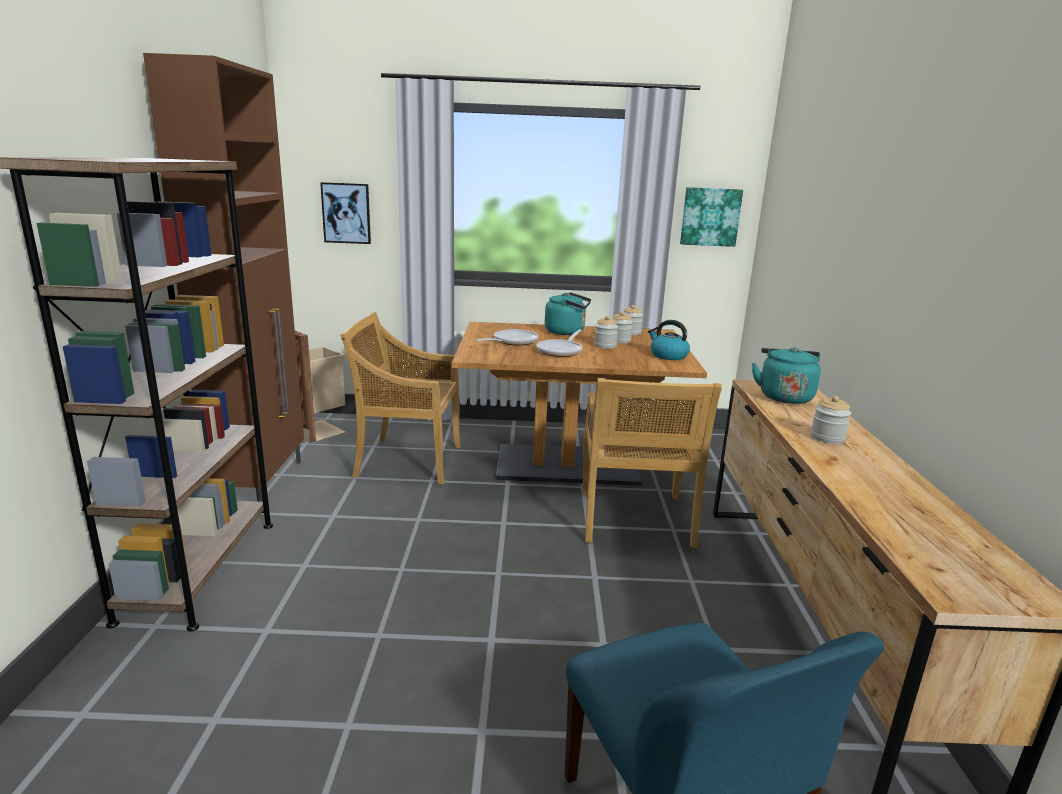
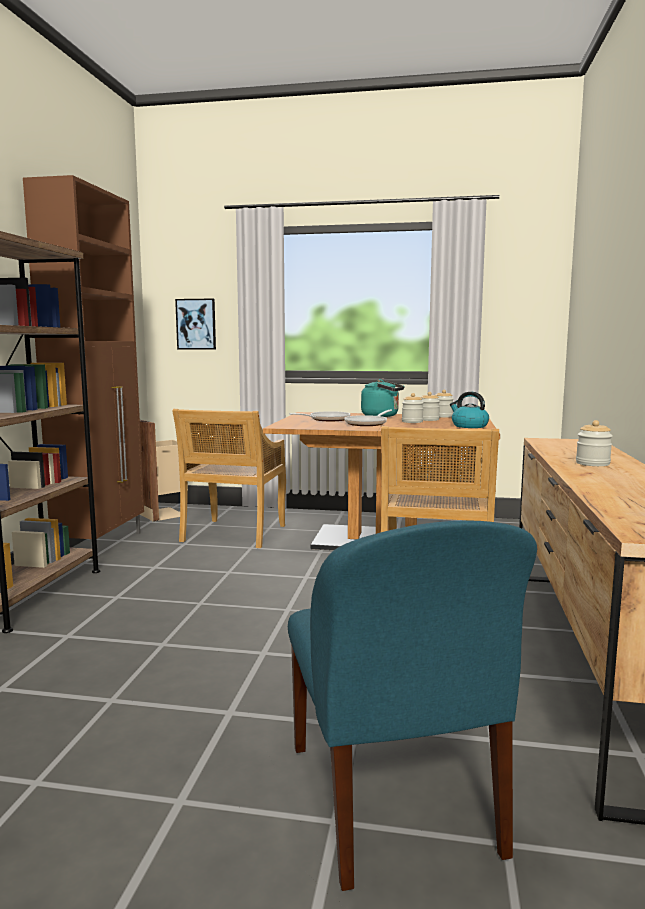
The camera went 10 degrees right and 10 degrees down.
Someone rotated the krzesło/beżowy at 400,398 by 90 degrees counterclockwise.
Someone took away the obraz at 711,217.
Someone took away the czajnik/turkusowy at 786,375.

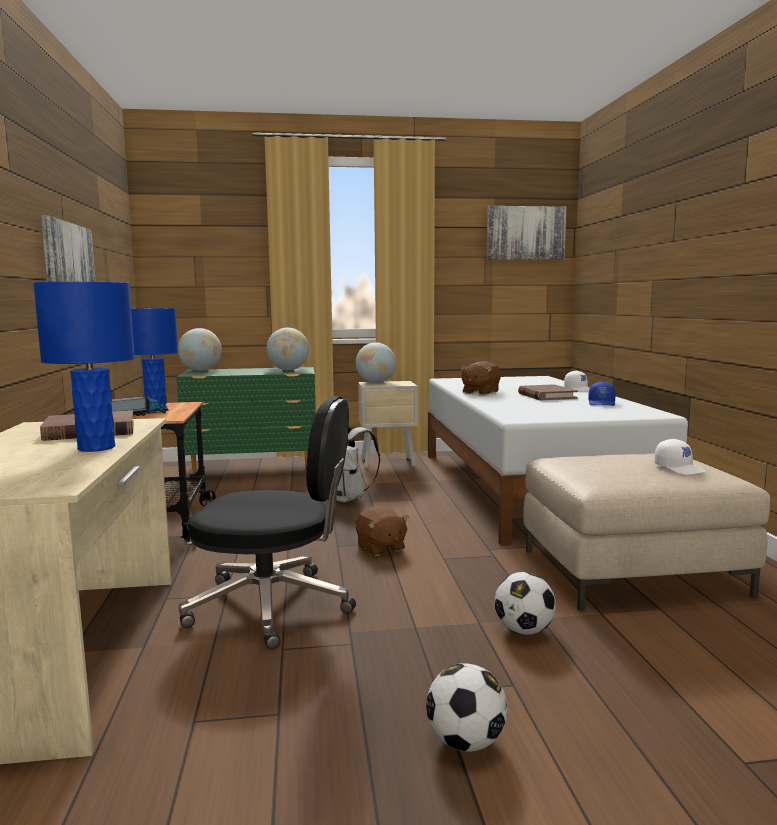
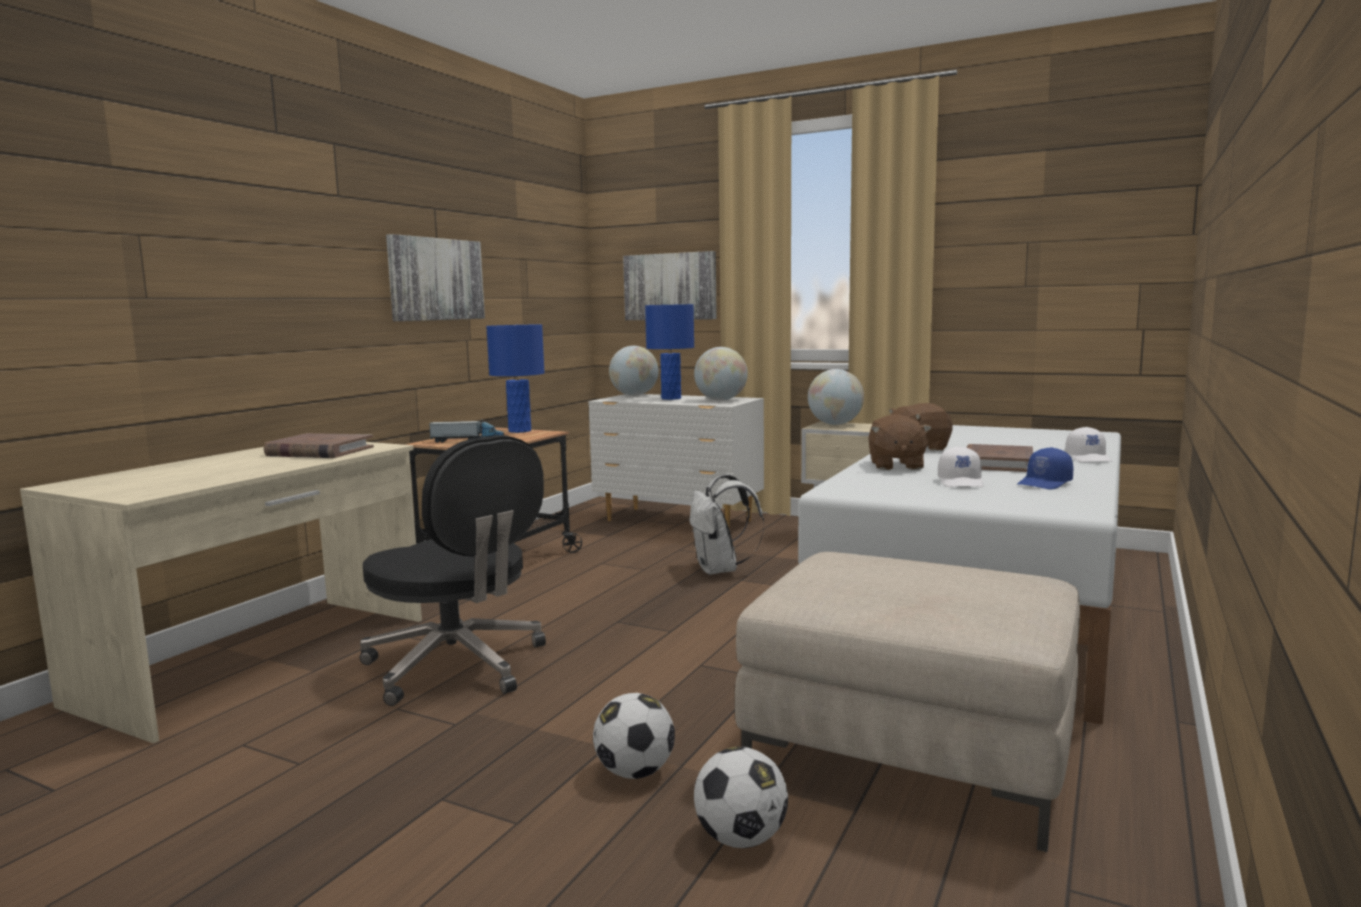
The camera went 35 degrees right and 0 degrees up.
Someone repainted the komoda/zielony at 246,420, which became the komoda/biały at 676,462.
Someone carried the obraz from 526,233 to 670,285.
Someone carried the lampa stołowa/niebieski from 84,367 to 669,352.
Someone carried the piłka futbolowa from 466,707 to 741,797.
Someone carried the pluszak/brązowy from 382,531 to 900,442.
Someone carried the czapka z daszkiem/biały from 680,457 to 961,466.

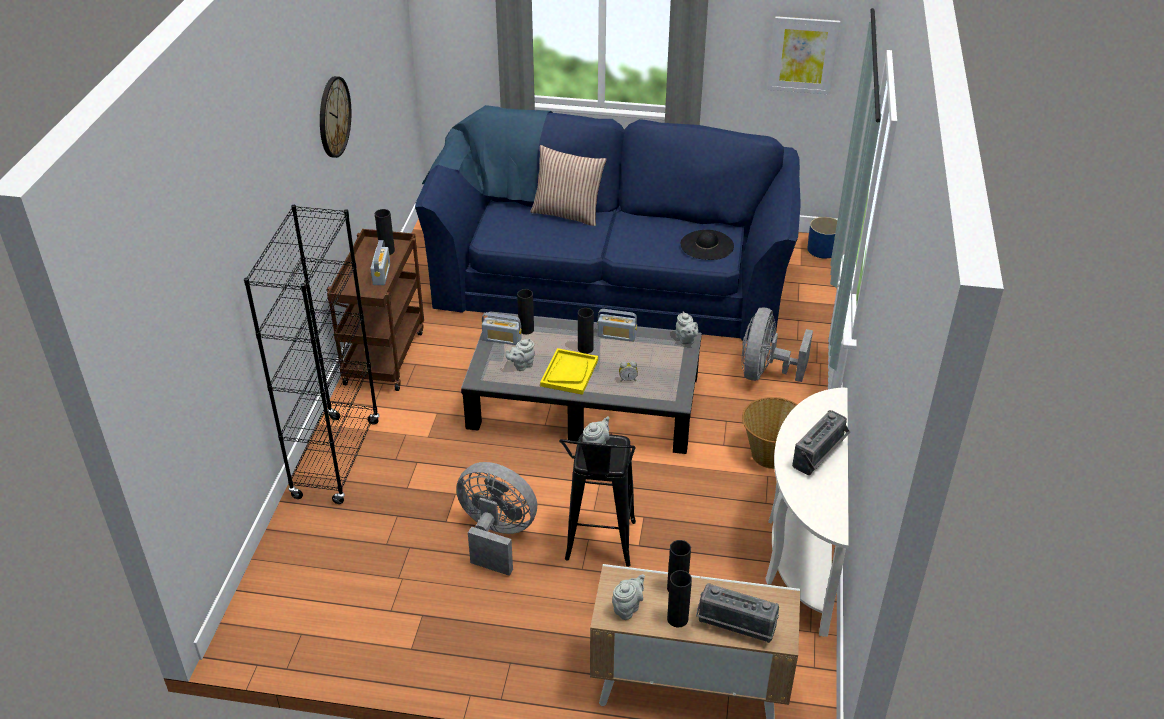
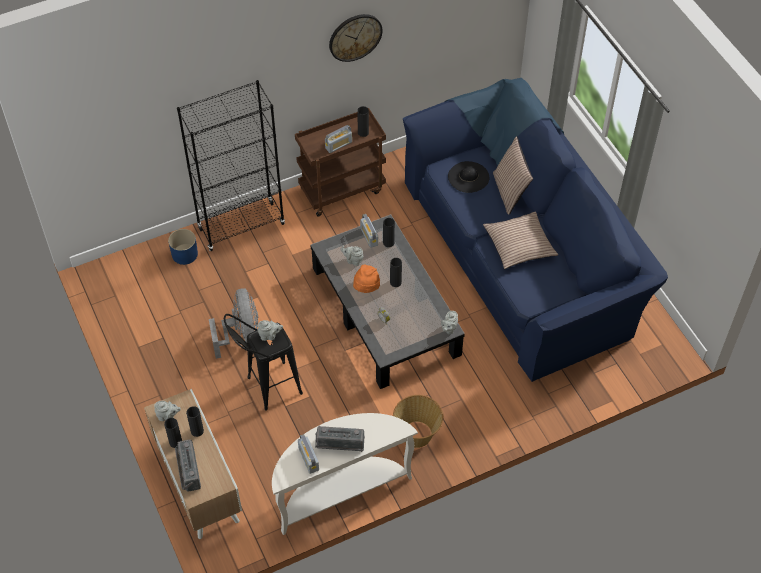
The camera went 55 degrees right and 15 degrees up.
Someone carried the donica/niebieski from 822,238 to 183,247.
Someone carried the radio from 617,325 to 308,454.
Someone swapped the taca/żółty at 569,371 for the kapelusz/pomarańczowy at 366,279.
Someone carried the kapelusz/czarny from 707,245 to 468,177.
Someone put down the poduszka at 520,240.
Someone took away the wentylator/szary at 777,345.
Someone took away the obraz at 804,55.

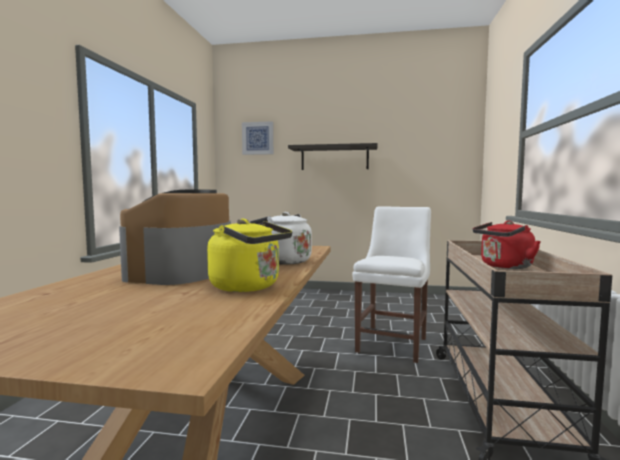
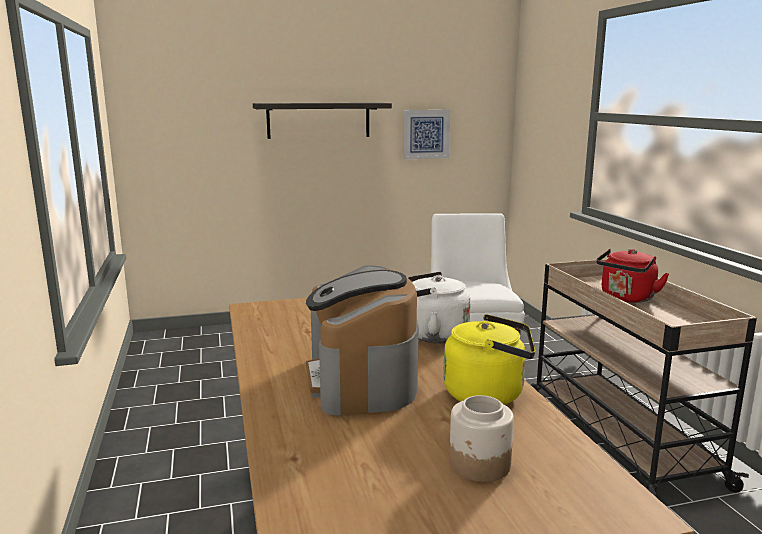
The camera went 25 degrees left and 10 degrees up.
Someone carried the obraz from 257,138 to 426,134.
Someone put down the słoik at 481,438.

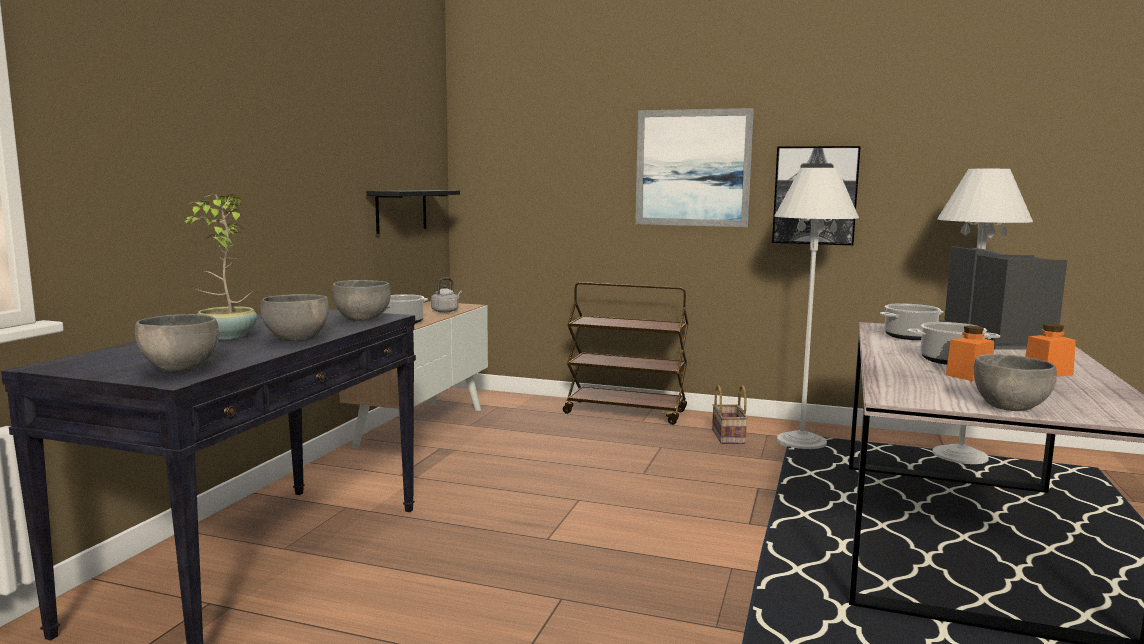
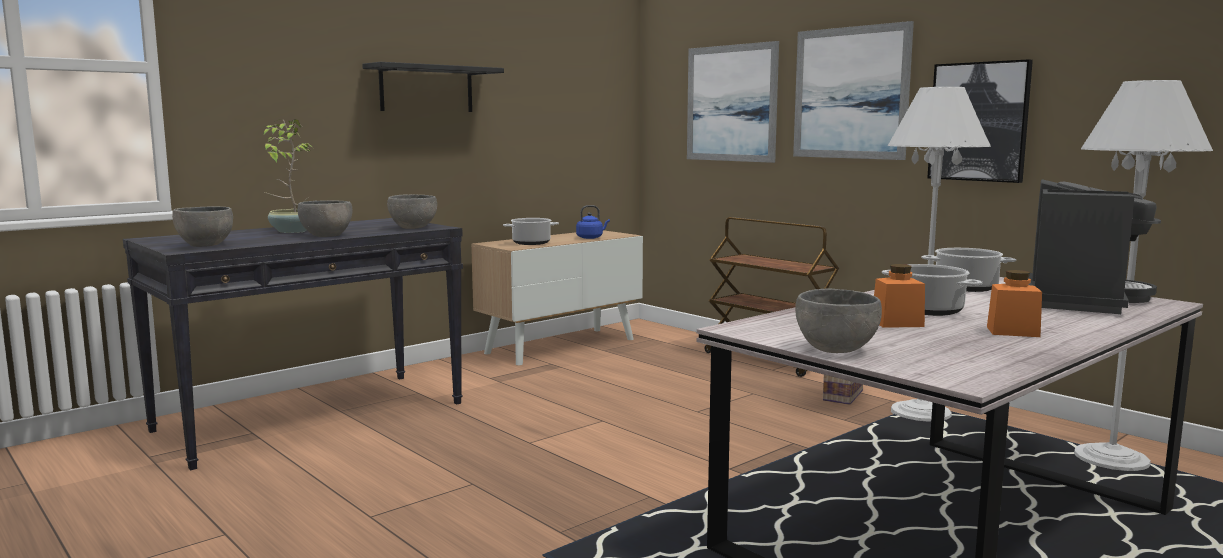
The camera went 30 degrees right and 0 degrees up.
Someone carried the półka/czarny from 413,212 to 433,87.
Someone repainted the czajnik/szary at 446,295, which became the czajnik/niebieski at 593,222.
Someone put up the obraz at 733,102.

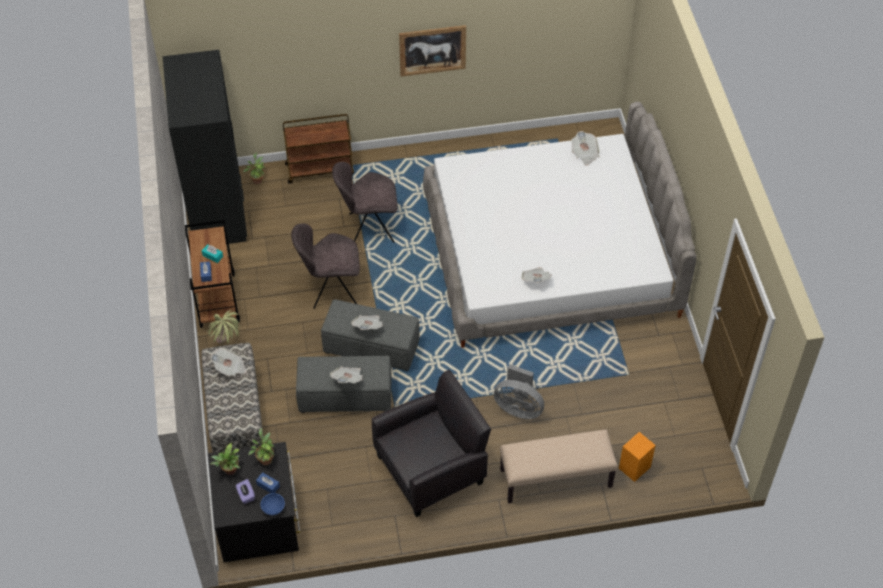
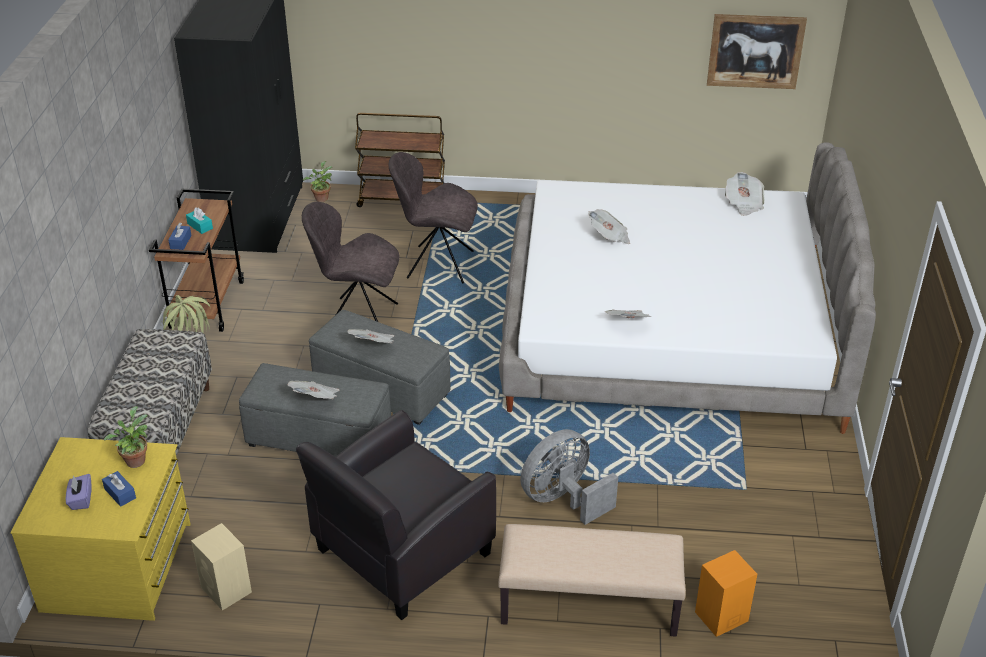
The camera went 15 degrees right and 15 degrees down.
Someone repainted the komoda/czarny at 254,502, which became the komoda/żółty at 100,529.
Someone put down the głośnik/beżowy at 221,567.
Someone rotated the fotel/czarny at 431,443 by 150 degrees clockwise.
Someone rotated the wentylator/szary at 519,391 by 105 degrees clockwise.
Someone carried the gazeta from 229,362 to 609,226.
Someone carried the obraz from 432,51 to 757,51.
Someone took away the roślina doniczkowa at 225,459.
Someone took away the miska/niebieski at 272,504.

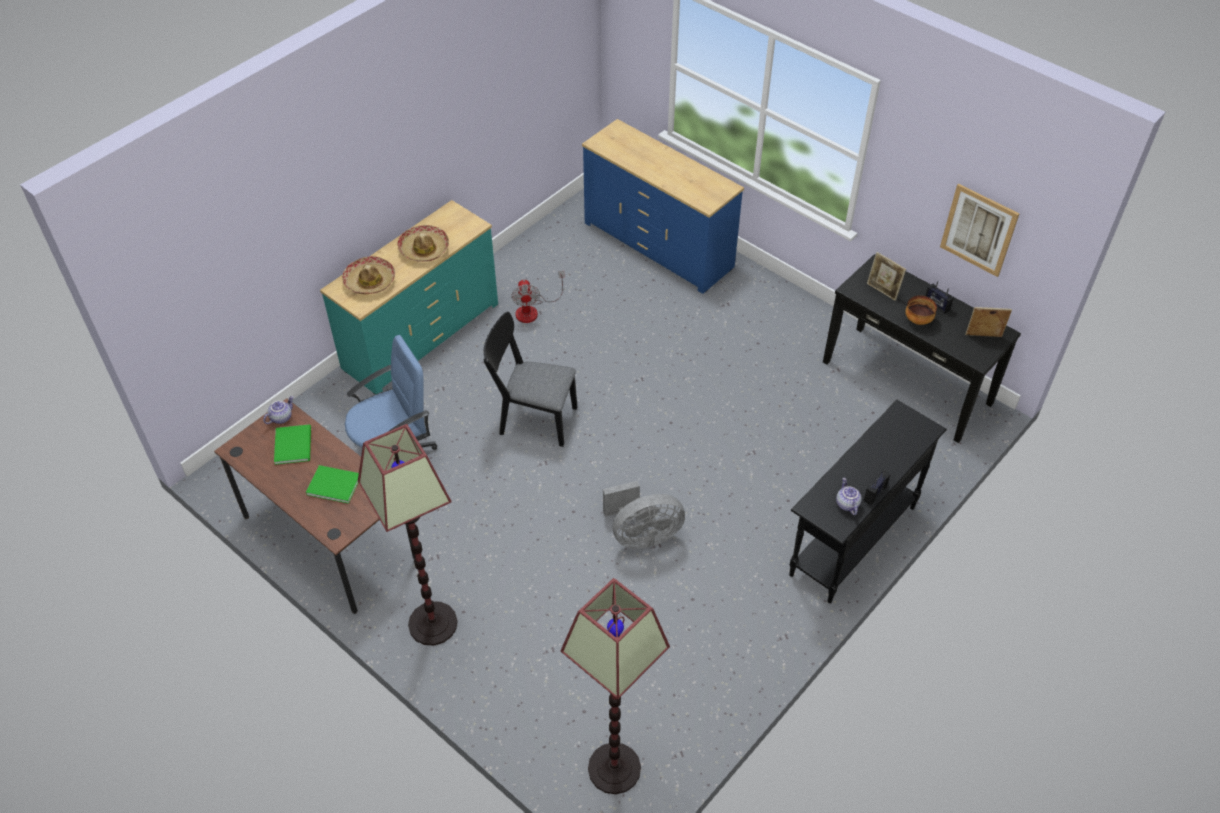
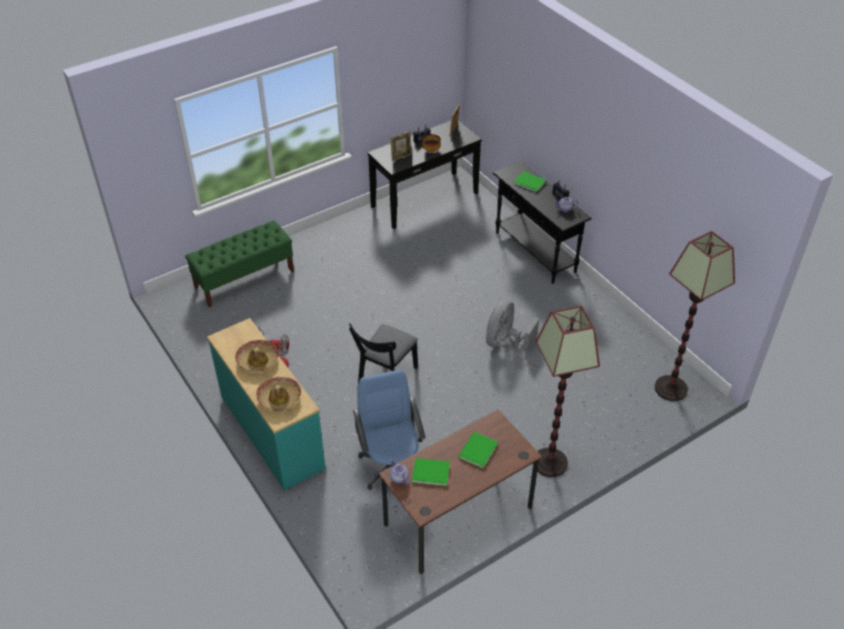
The camera went 75 degrees left and 5 degrees down.
Someone swapped the komoda/niebieski at 663,206 for the ławka/zielony at 239,263.
Someone rotated the wentylator/szary at 644,515 by 150 degrees counterclockwise.
Someone put down the książka/zielony at 530,182.
Someone took away the obraz at 979,230.

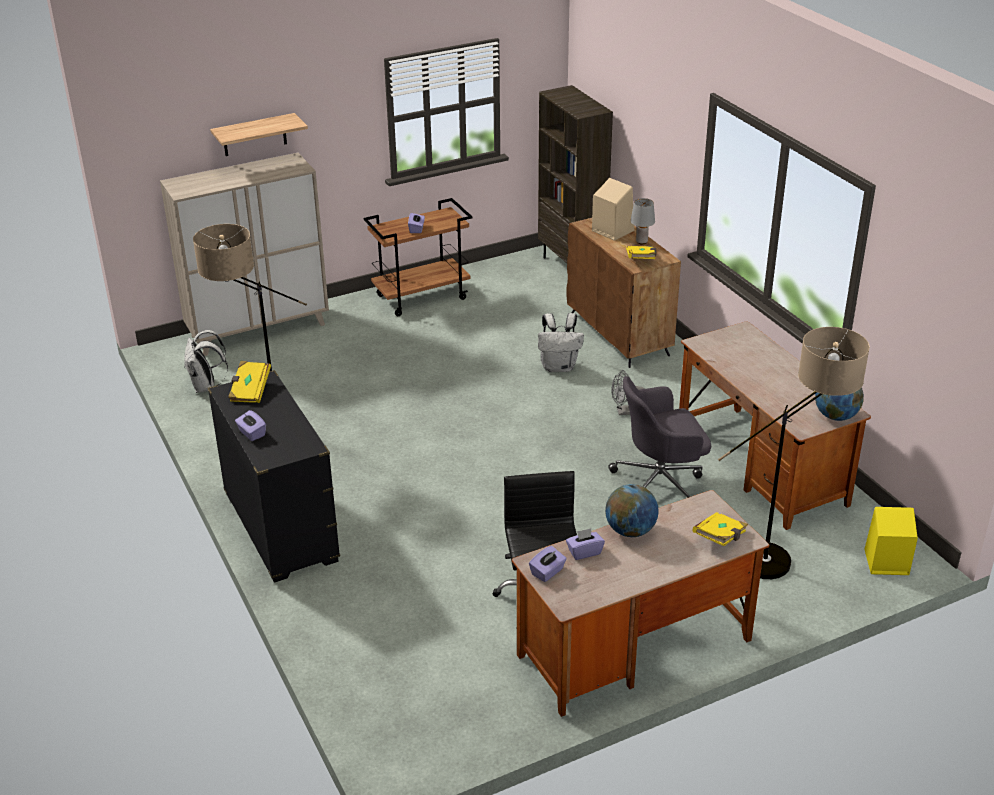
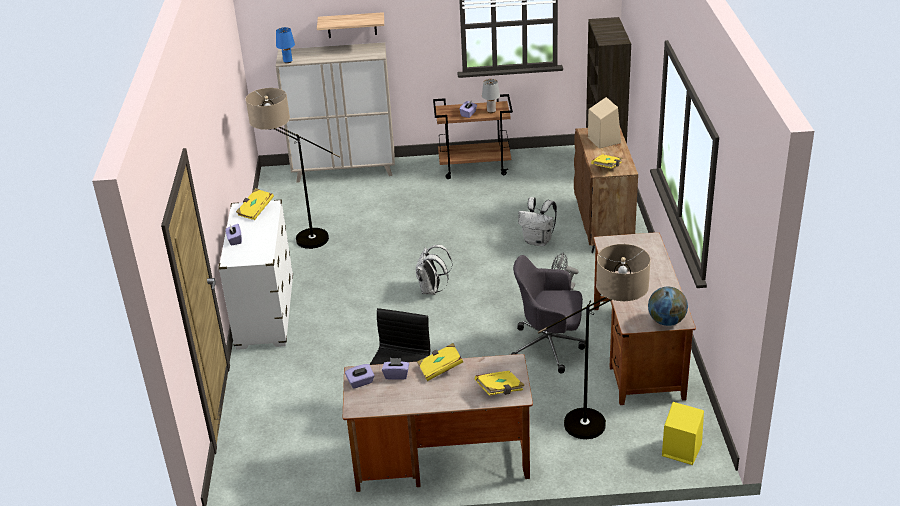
The camera went 25 degrees right and 0 degrees up.
Someone repainted the komoda/czarny at 273,476, which became the komoda/biały at 255,274.
Someone put down the lampa stołowa/niebieski at 285,45.
Someone carried the plecak/biały from 206,361 to 434,270.
Someone swapped the globus at 632,510 for the książka/żółty at 440,362.
Someone carried the lampa stołowa/szary from 643,221 to 491,96.

